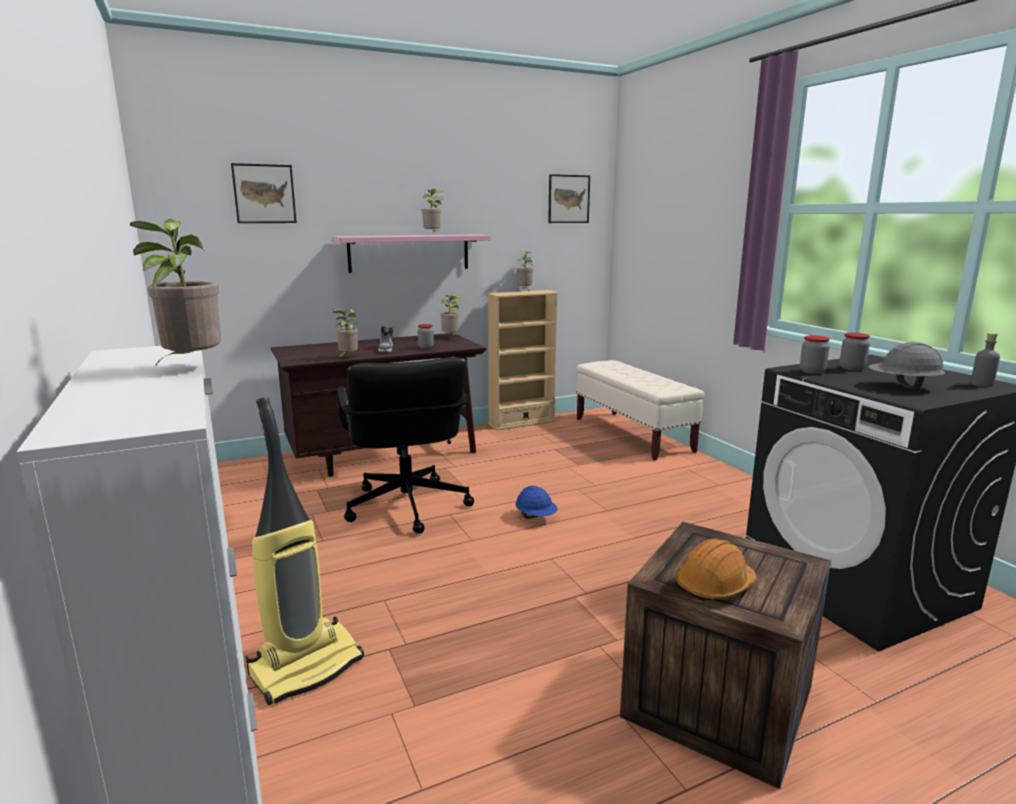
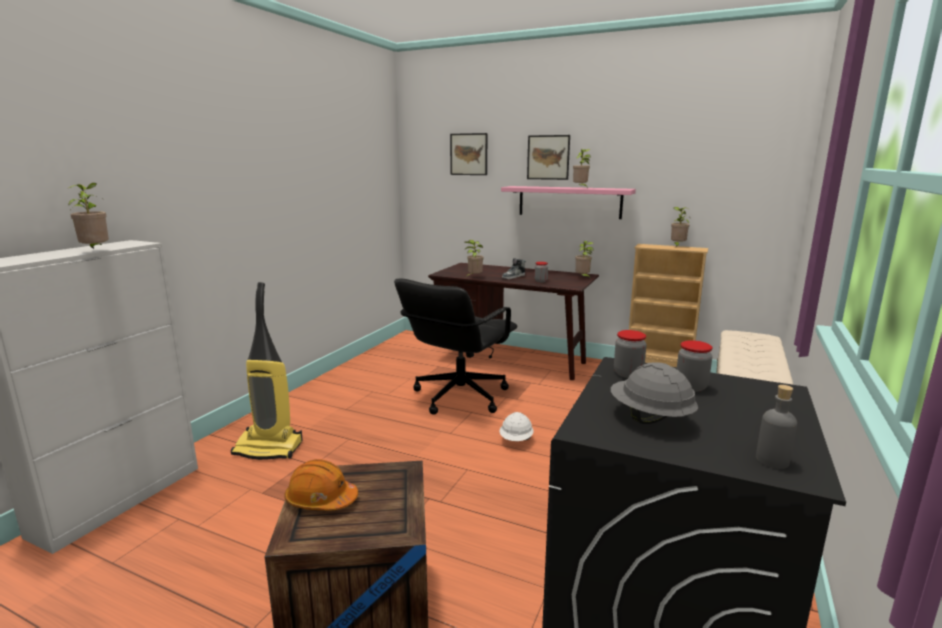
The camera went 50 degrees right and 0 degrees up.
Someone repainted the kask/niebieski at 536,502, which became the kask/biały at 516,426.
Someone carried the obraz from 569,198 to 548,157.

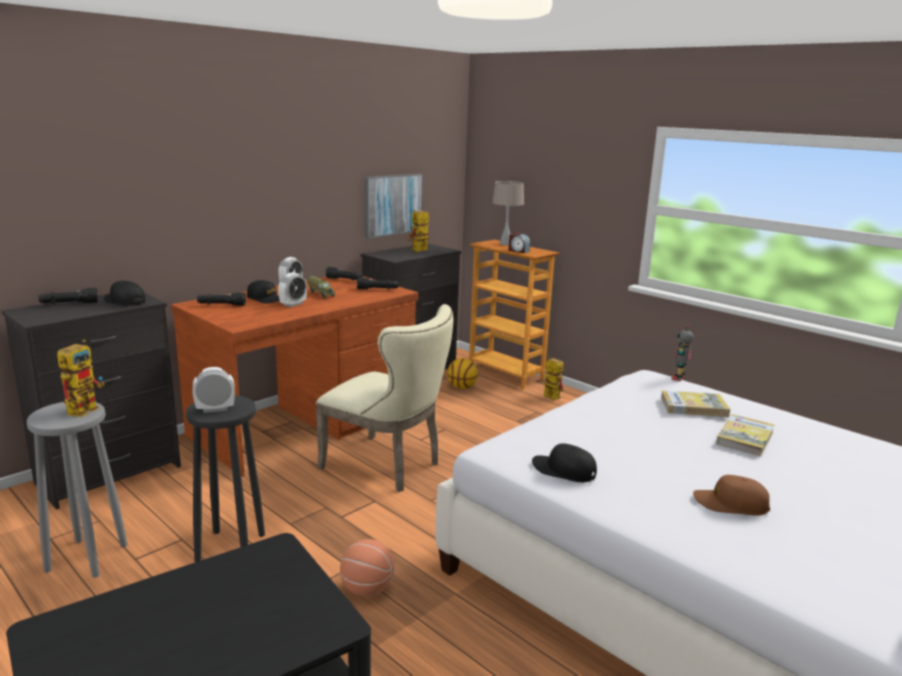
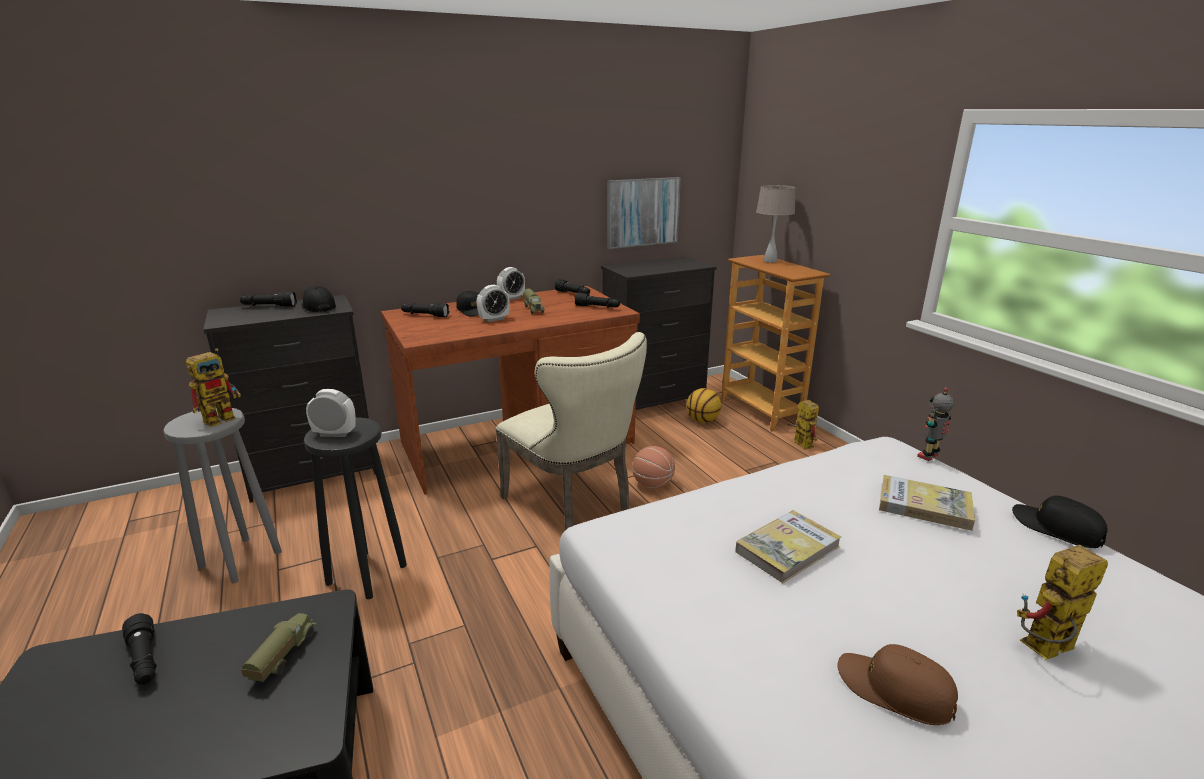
The camera went 20 degrees right and 5 degrees up.
Someone put down the latarka/czarny at 139,649.
Someone put down the ciężarówka zabawkowa at 278,647.
Someone carried the piłka do koszykówki from 367,568 to 653,467.
Someone carried the książka from 745,435 to 788,546.
Someone carried the czapka z daszkiem/czarny from 564,462 to 1060,522.
Someone carried the robot zabawkowy from 418,231 to 1062,602.
Someone took away the budzik at 519,242.

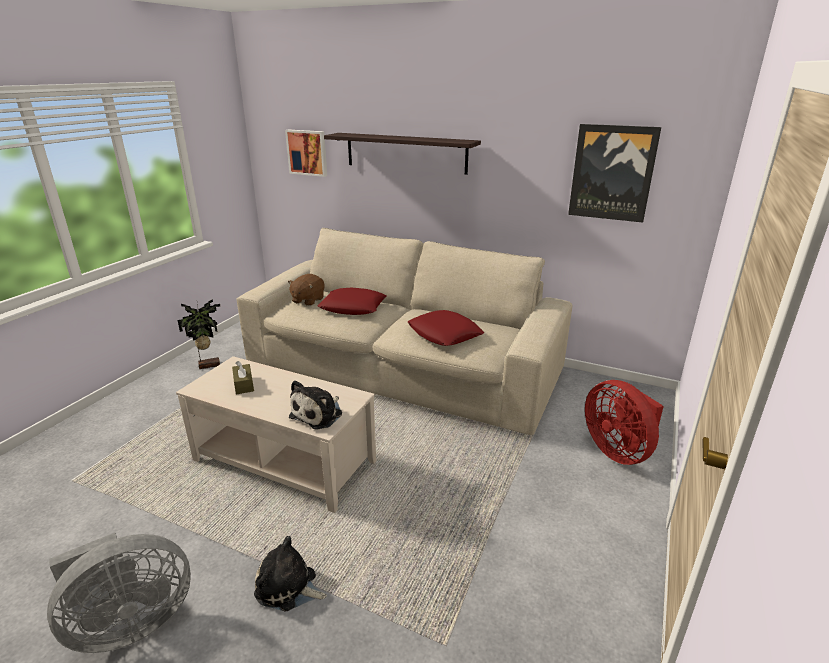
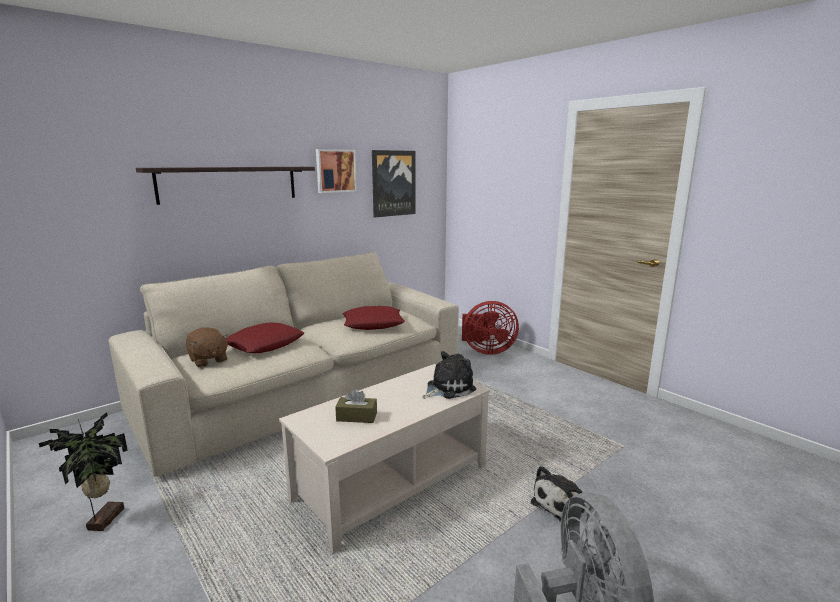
The camera went 65 degrees left and 10 degrees down.
Someone carried the obraz from 306,153 to 336,171.
Someone rotated the pluszak at 315,405 by 90 degrees counterclockwise.

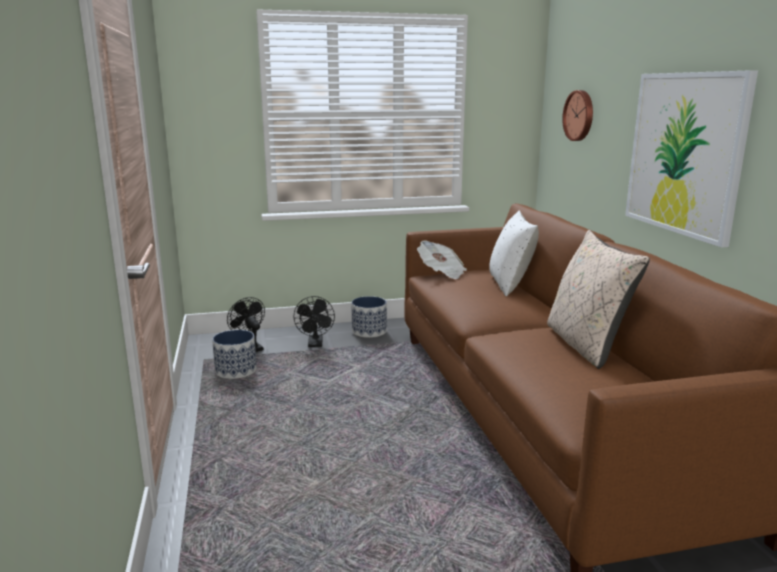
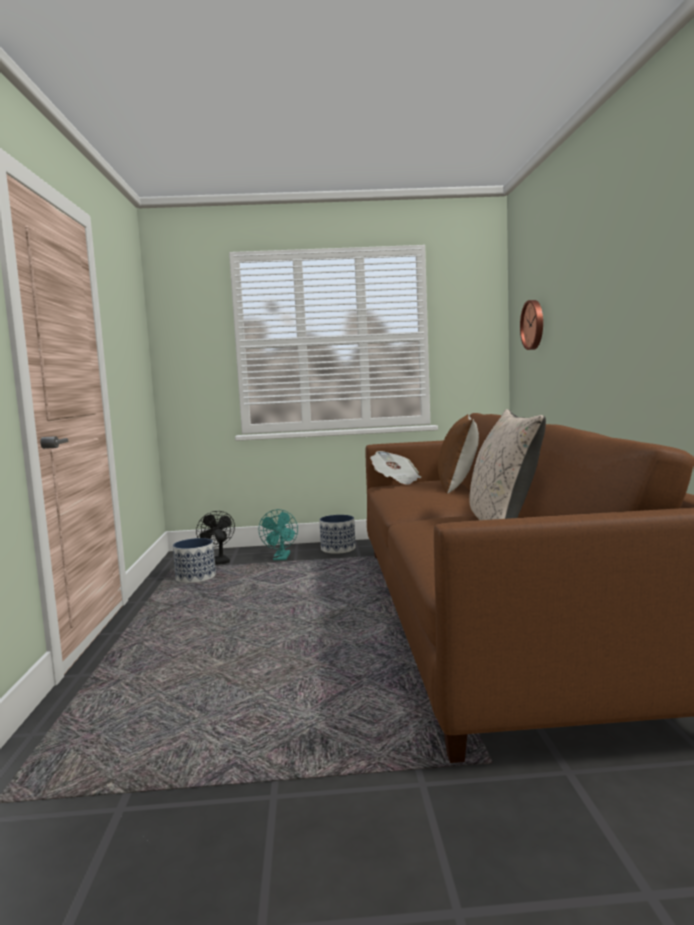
The camera went 10 degrees right and 10 degrees down.
Someone repainted the wentylator/czarny at 314,321, which became the wentylator/turkusowy at 278,534.
Someone repainted the poduszka/biały at 514,253, which became the poduszka/brązowy at 458,454.
Someone took away the obraz at 691,159.

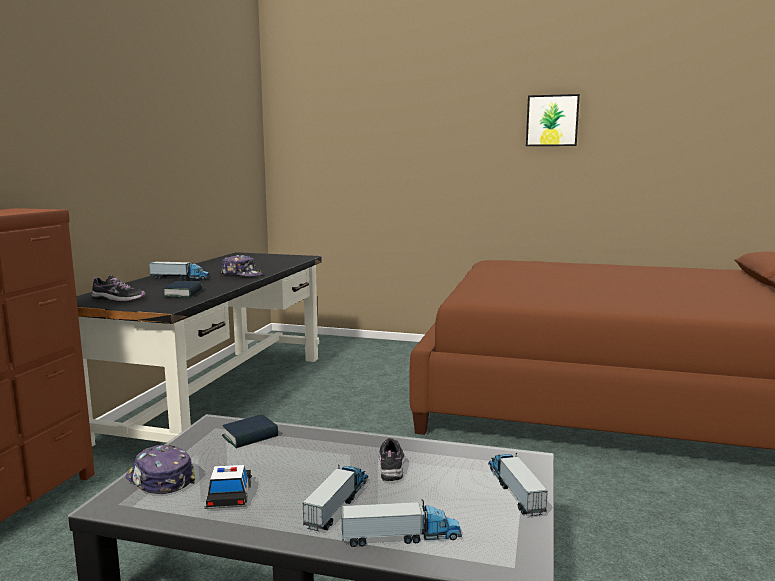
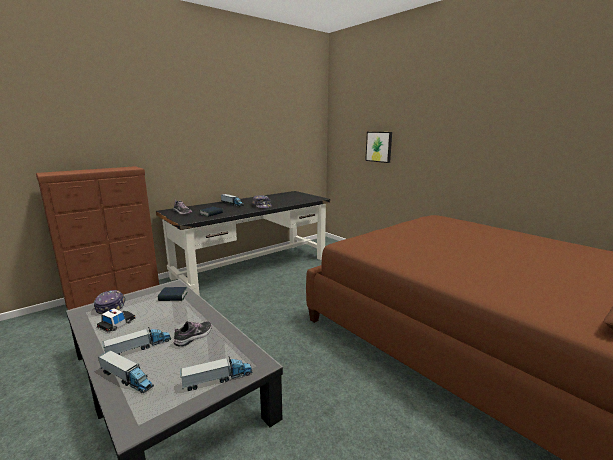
The camera went 35 degrees right and 5 degrees up.
Someone rotated the ciężarówka zabawkowa at 518,484 by 45 degrees clockwise.
Someone carried the obraz from 553,120 to 378,147.

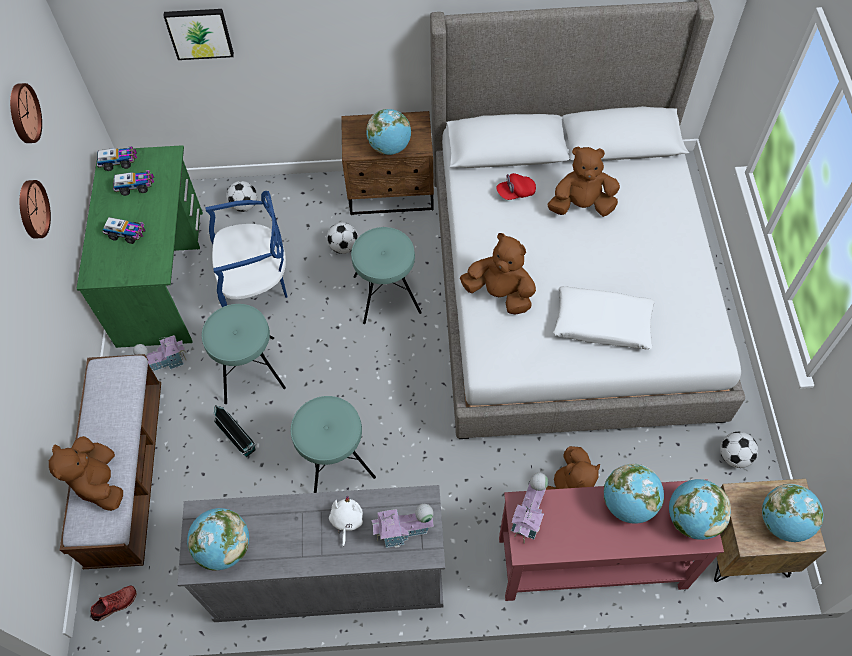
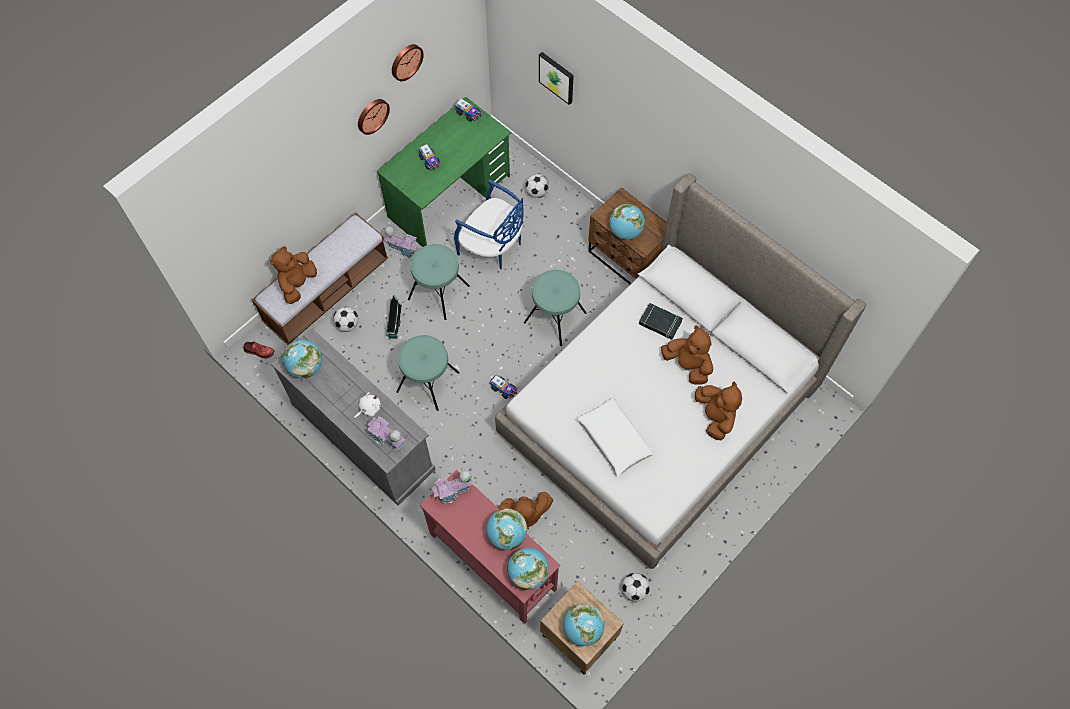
The camera went 45 degrees right and 5 degrees up.
Someone carried the piłka futbolowa from 342,238 to 346,319.
Someone carried the ciężarówka zabawkowa from 134,183 to 503,386.
Someone swapped the czapka z daszkiem/czerwony at 516,186 for the książka/czarny at 661,321.
Someone carried the pluszak/brązowy from 498,274 to 718,411.

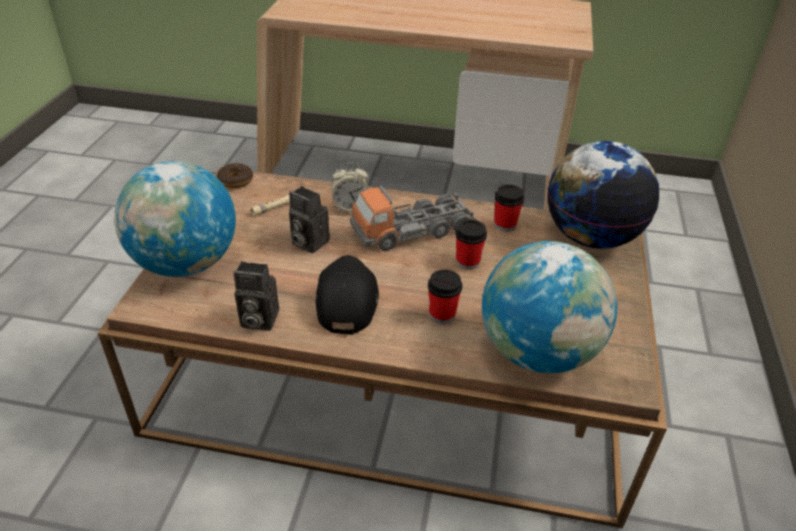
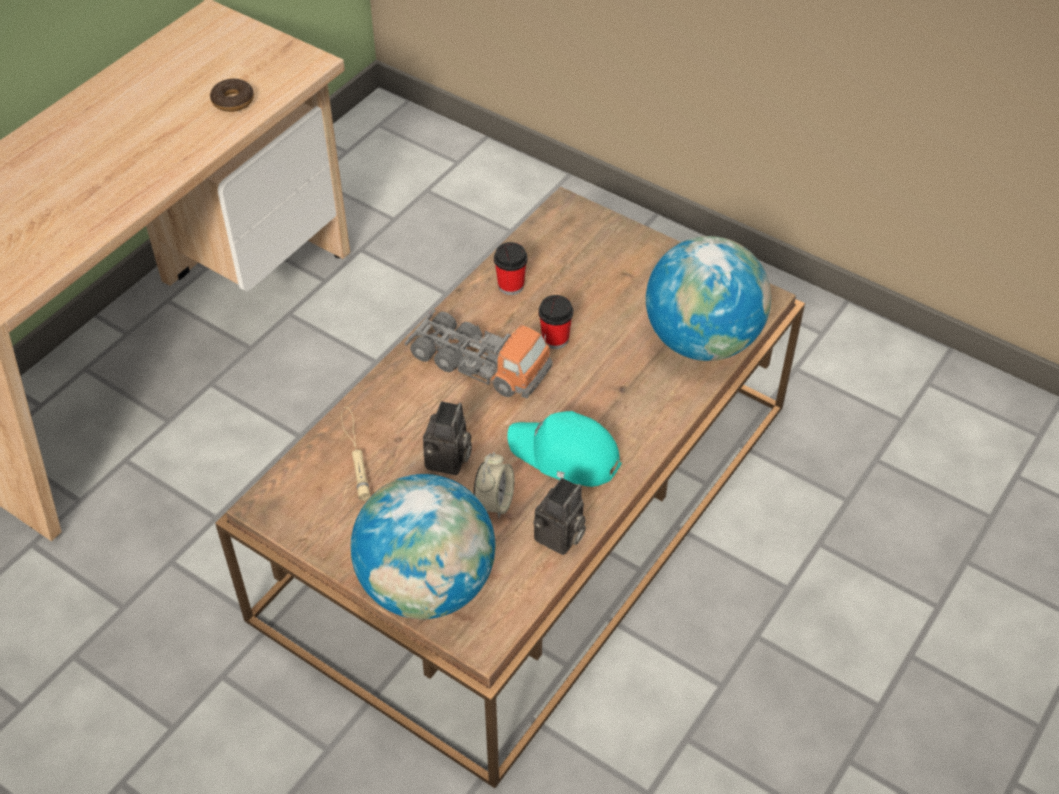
The camera went 65 degrees left and 10 degrees up.
Someone carried the donut from 235,175 to 232,95.
Someone rotated the ciężarówka zabawkowa at 413,218 by 60 degrees counterclockwise.
Someone rotated the aparat fotograficzny at 309,219 by 45 degrees counterclockwise.
Someone carried the budzik from 350,188 to 494,485.
Someone repainted the czapka z daszkiem/czarny at 347,295, which became the czapka z daszkiem/turkusowy at 564,449.
Someone took away the filiżanka at 445,297.
Someone took away the globus at 603,195.

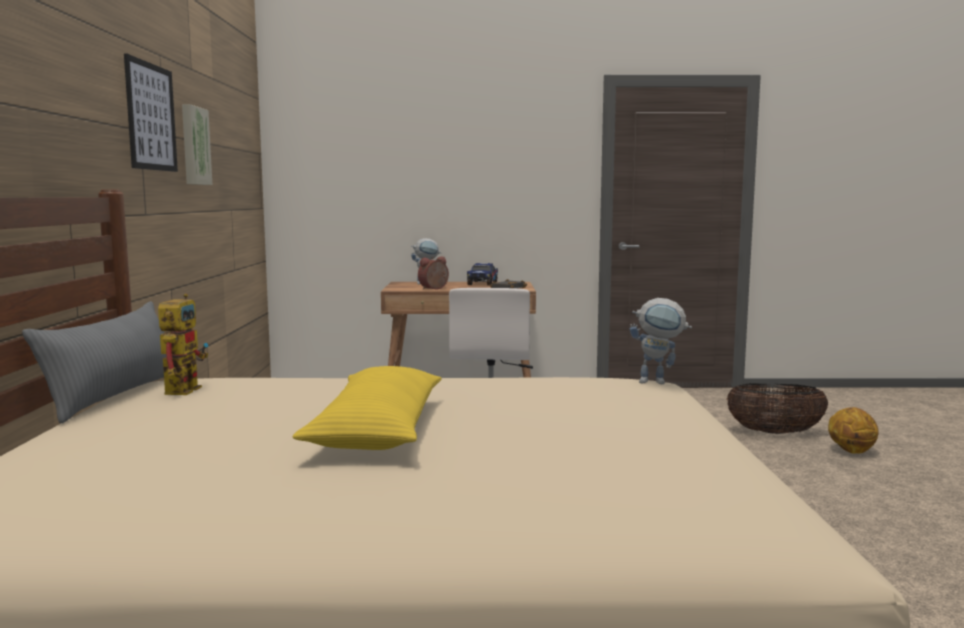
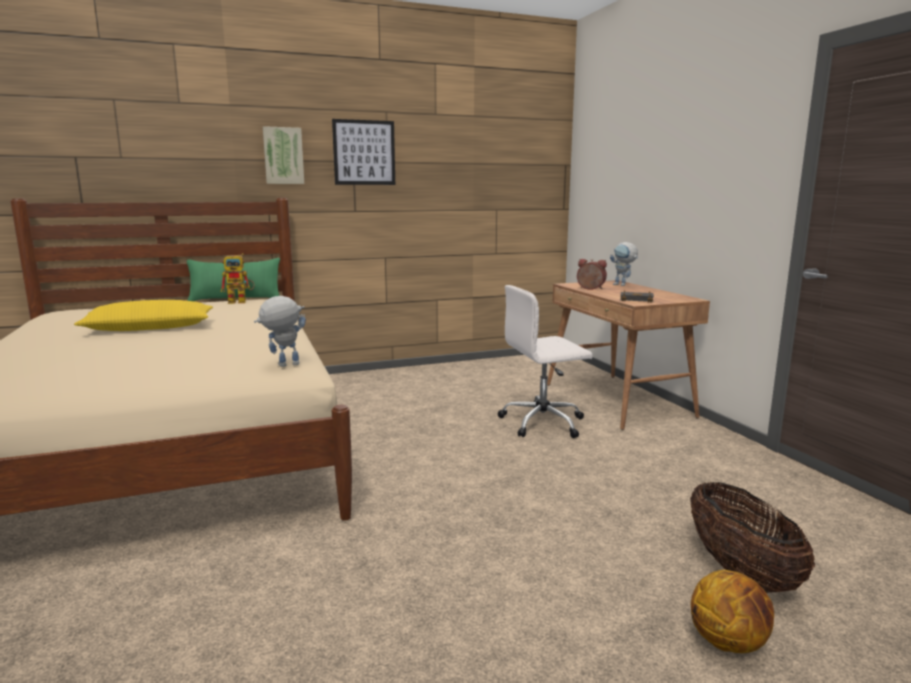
The camera went 70 degrees right and 5 degrees up.
Someone repainted the poduszka/szary at 94,362, which became the poduszka/zielony at 233,279.
Someone rotated the robot zabawkowy at 660,341 by 75 degrees clockwise.
Someone carried the obraz from 197,144 to 283,155.
Someone took away the ciężarówka zabawkowa at 482,274.

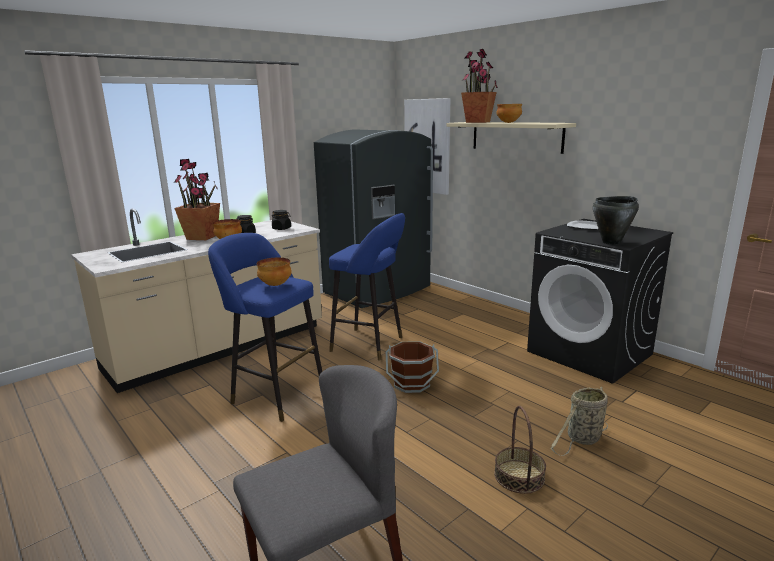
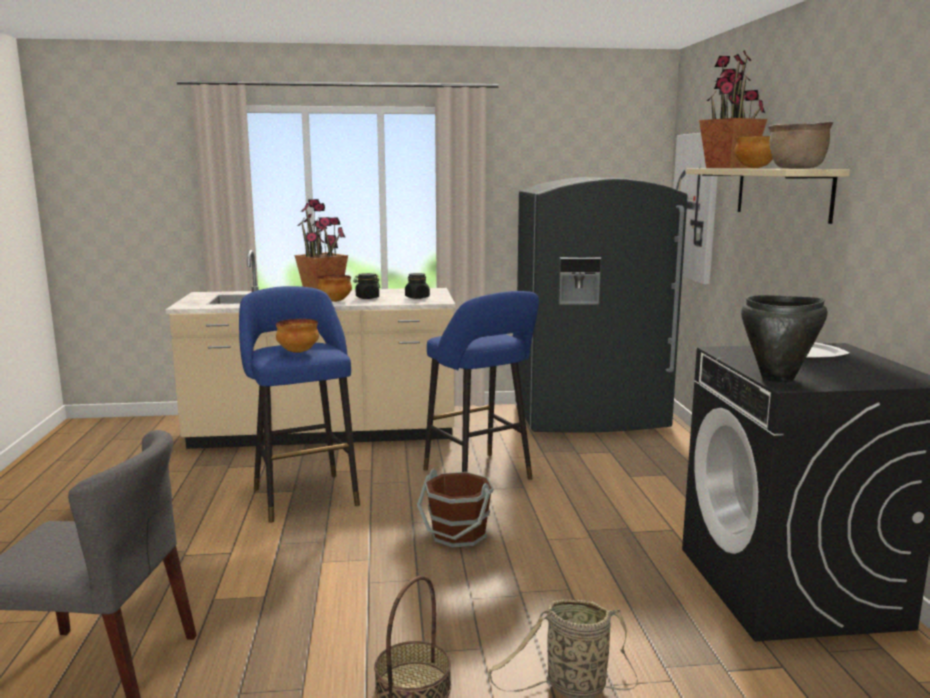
The camera went 35 degrees right and 5 degrees down.
Someone put down the garnek/brązowy at 800,145.

